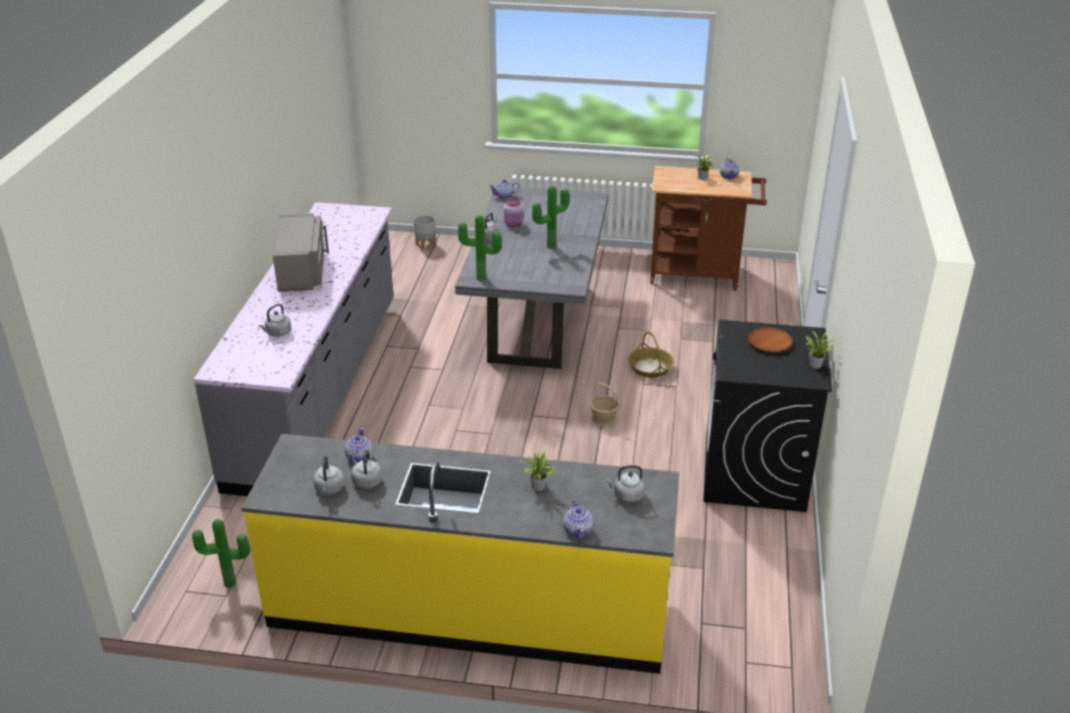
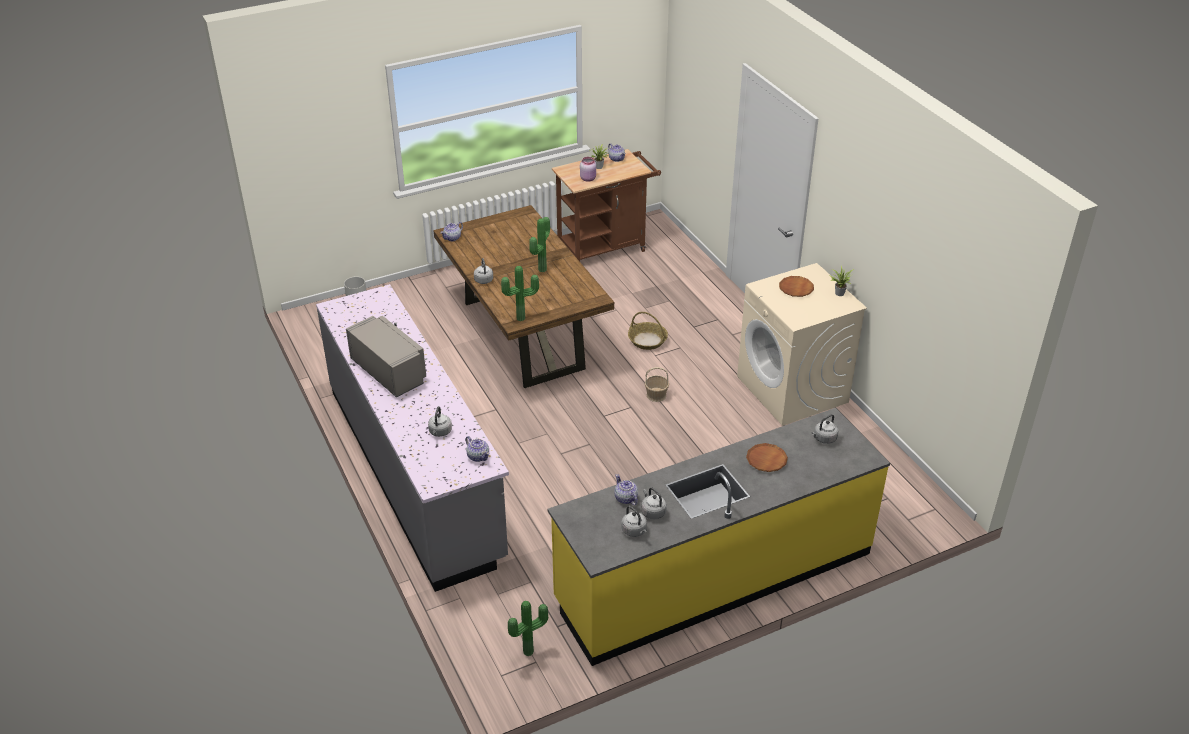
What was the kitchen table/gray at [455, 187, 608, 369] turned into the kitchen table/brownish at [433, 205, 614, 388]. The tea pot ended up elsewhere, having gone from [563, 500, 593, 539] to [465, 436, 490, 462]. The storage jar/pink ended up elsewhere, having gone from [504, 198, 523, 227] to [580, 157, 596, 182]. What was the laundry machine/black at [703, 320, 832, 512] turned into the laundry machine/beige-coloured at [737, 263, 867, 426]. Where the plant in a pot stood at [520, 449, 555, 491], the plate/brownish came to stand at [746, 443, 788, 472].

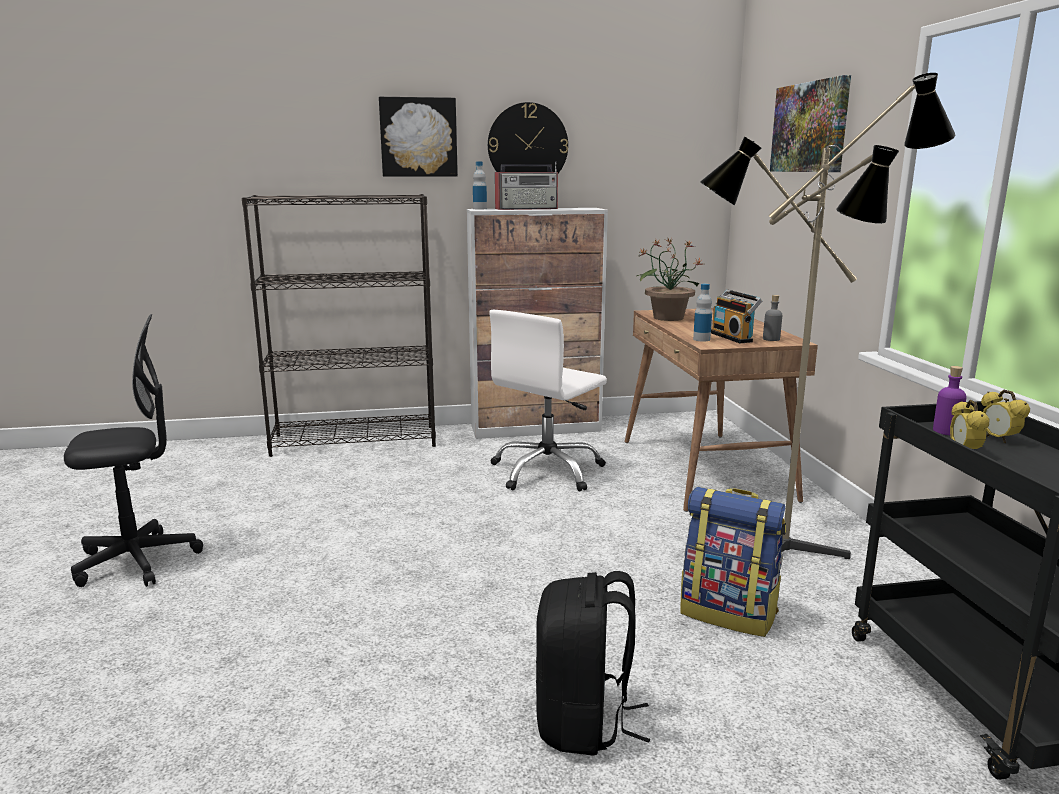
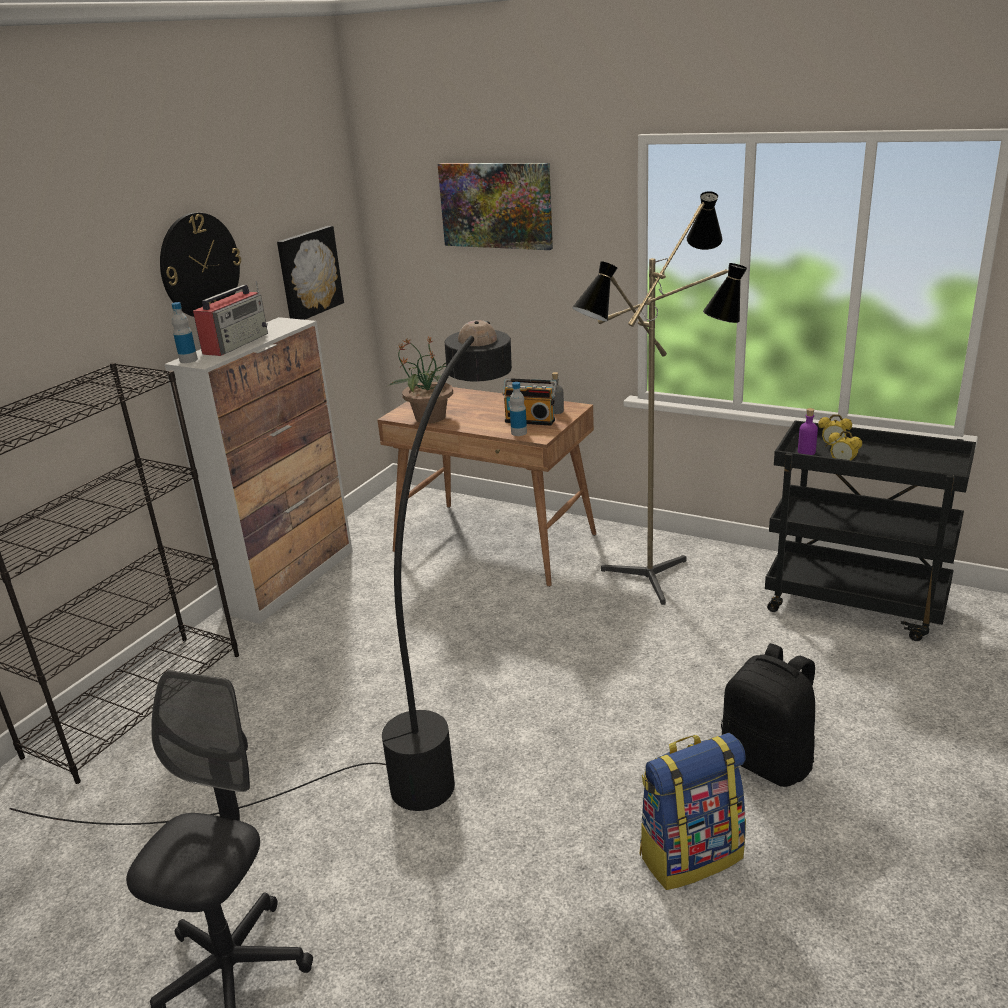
The second view gained the standard lamp/black at [10, 320, 512, 825]. The picture ended up elsewhere, having gone from [379, 97, 458, 177] to [277, 226, 344, 320]. The backpack ended up elsewhere, having gone from [680, 487, 786, 637] to [640, 733, 746, 890]. The second view lost the computer chair/whitish at [489, 310, 607, 492].

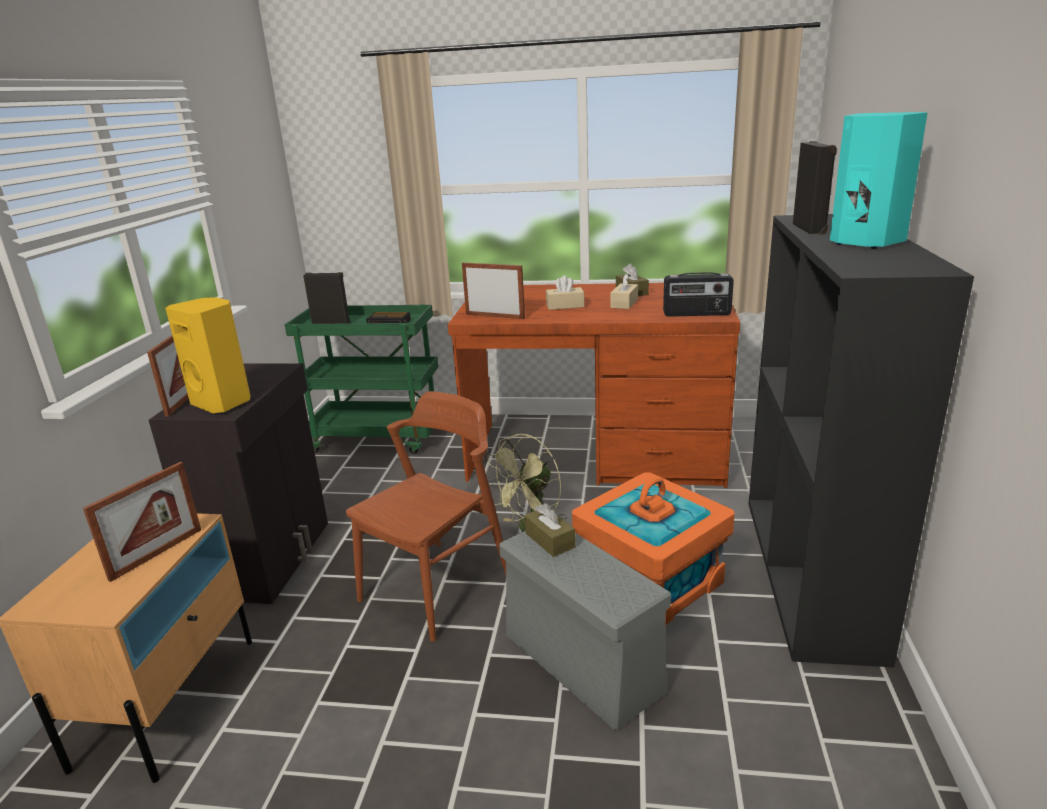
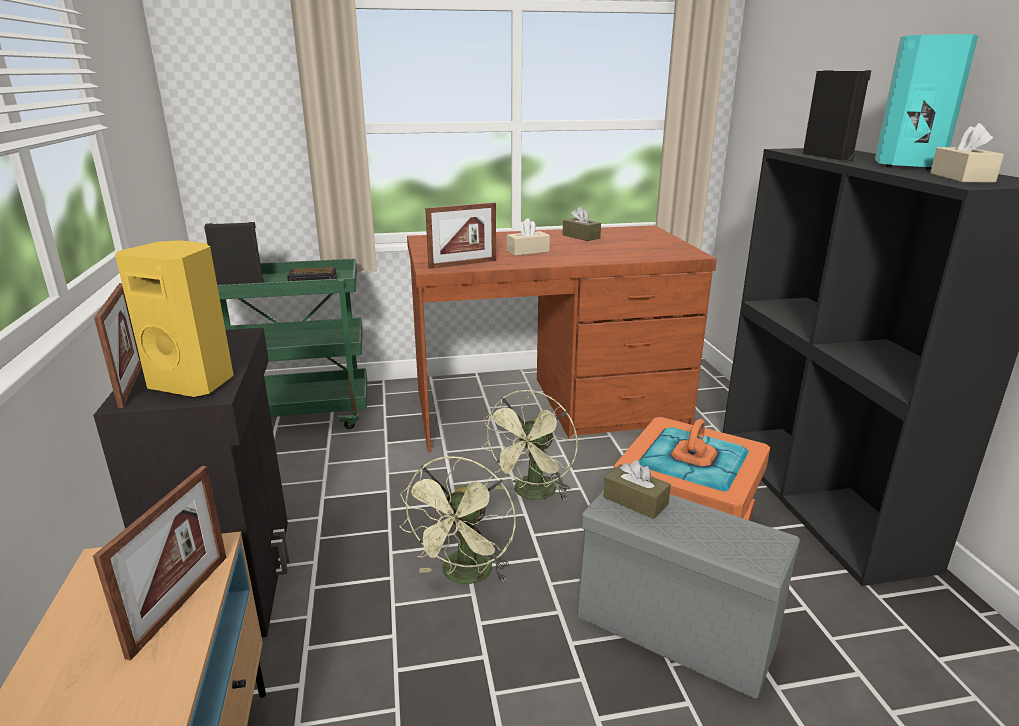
Where the plain chair/brownish stood at [346, 391, 506, 642], the fan/greenish came to stand at [399, 456, 516, 584]. The photo frame at [462, 263, 525, 319] ended up facing another way, 150 degrees clockwise from before. The tissue holder/beige-coloured ended up elsewhere, having gone from [610, 273, 638, 309] to [930, 123, 1004, 183]. The second view lost the radio set at [663, 272, 734, 317].

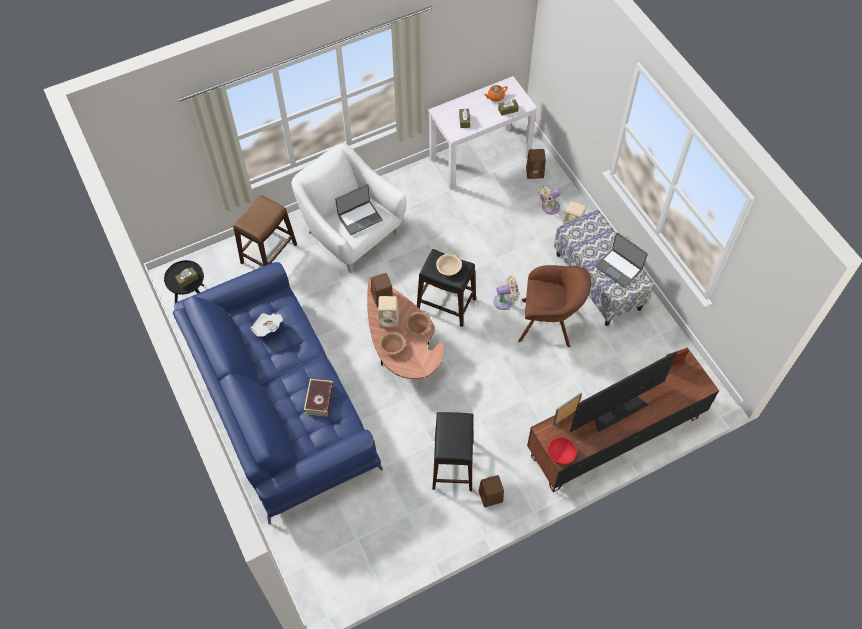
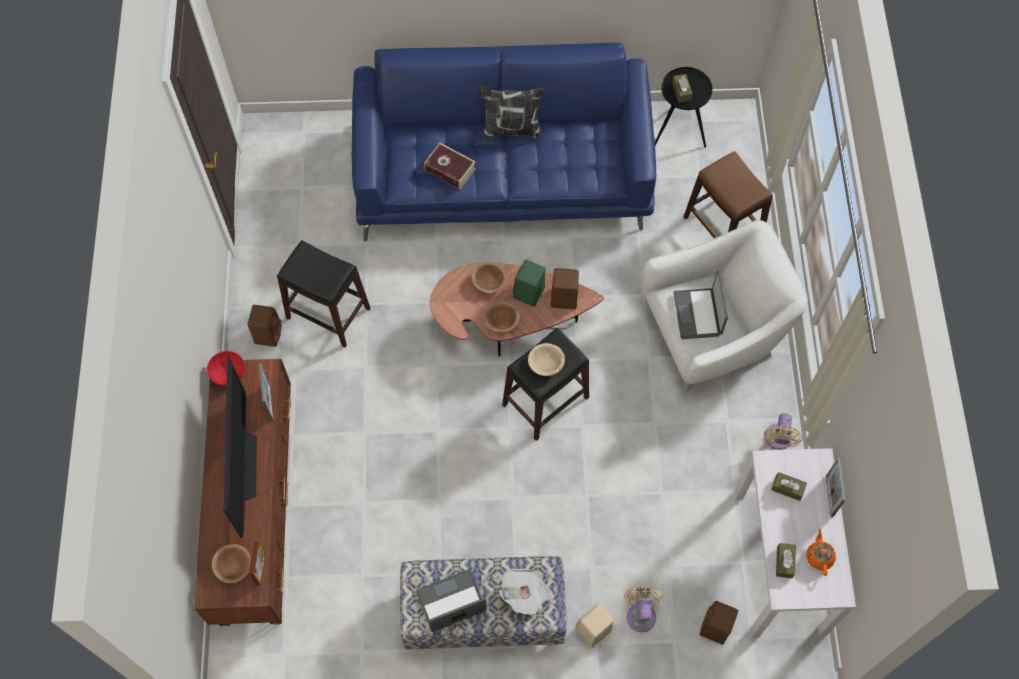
The second view gained the bowl/brownish at [212, 544, 251, 583]. The second view gained the throw pillow at [478, 85, 543, 138]. The daily paper ended up elsewhere, having gone from [251, 313, 283, 337] to [499, 569, 553, 615]. What was the speaker/beige-coloured at [378, 296, 399, 327] turned into the speaker/greenish at [513, 260, 546, 307]. The fan/beige-coloured ended up elsewhere, having gone from [494, 275, 519, 310] to [764, 413, 802, 450]. The second view gained the photo frame at [826, 458, 845, 517]. The second view lost the easy chair/brownish at [518, 265, 591, 347].

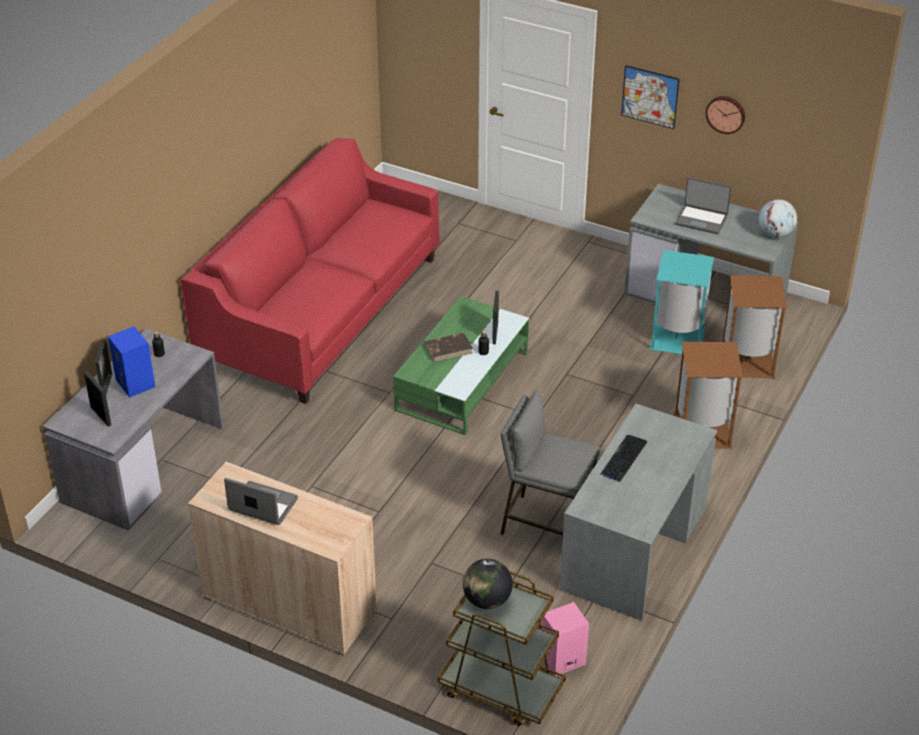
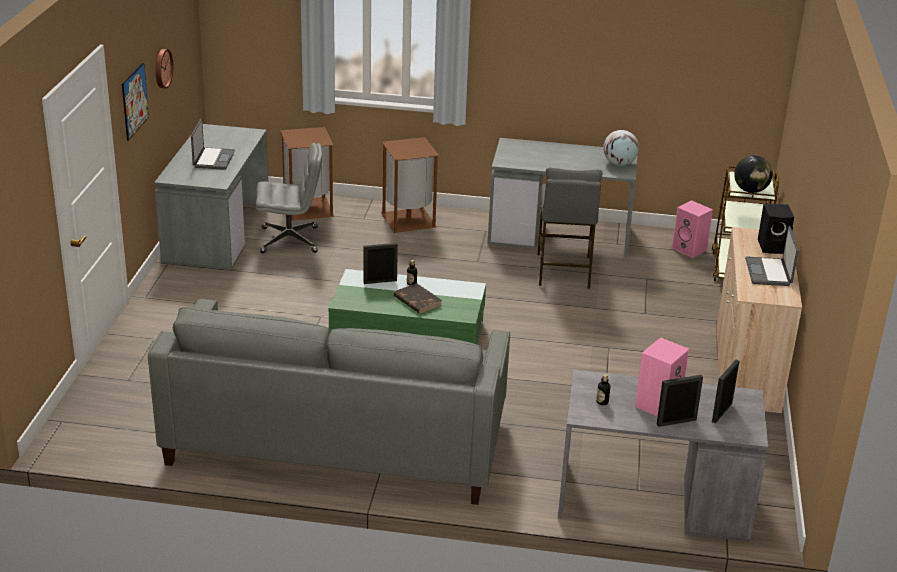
What was the couch/reddish at [180, 138, 440, 404] turned into the couch/gray at [148, 299, 510, 505]. Where the waste bin/turquoise stood at [649, 250, 714, 354], the computer chair/gray came to stand at [256, 143, 322, 253]. The desk globe ended up elsewhere, having gone from [759, 199, 797, 238] to [603, 130, 639, 166]. What was the speaker/blue-coloured at [108, 326, 155, 398] turned into the speaker/pink at [635, 337, 689, 417]. The second view gained the speaker/black at [758, 204, 794, 254]. The second view lost the PC keyboard at [601, 435, 647, 481].

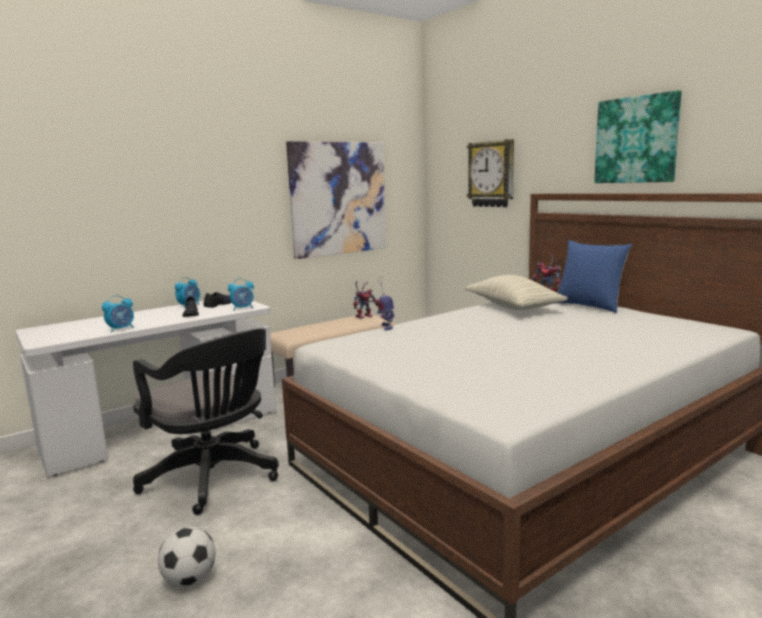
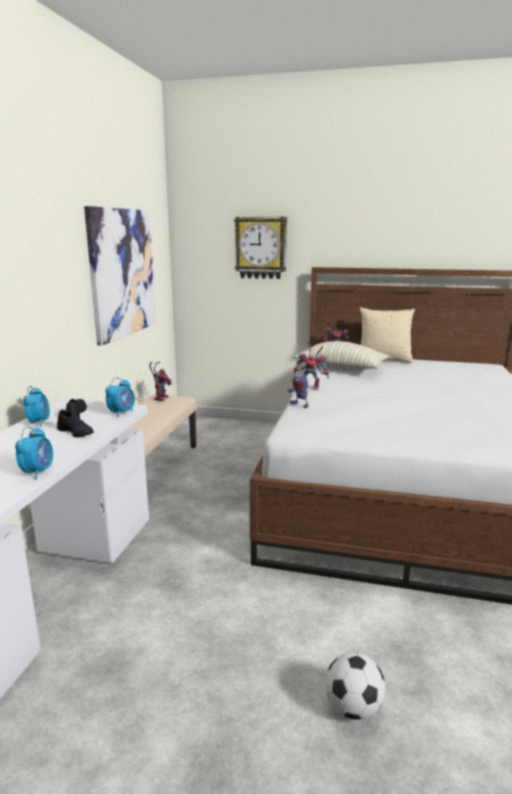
The second view gained the toy robot at [294, 342, 329, 390]. What was the throw pillow/blue-coloured at [555, 240, 632, 313] turned into the throw pillow/beige-coloured at [360, 307, 415, 363]. The second view lost the computer chair/black at [133, 329, 279, 515]. The second view lost the picture at [594, 90, 682, 183].

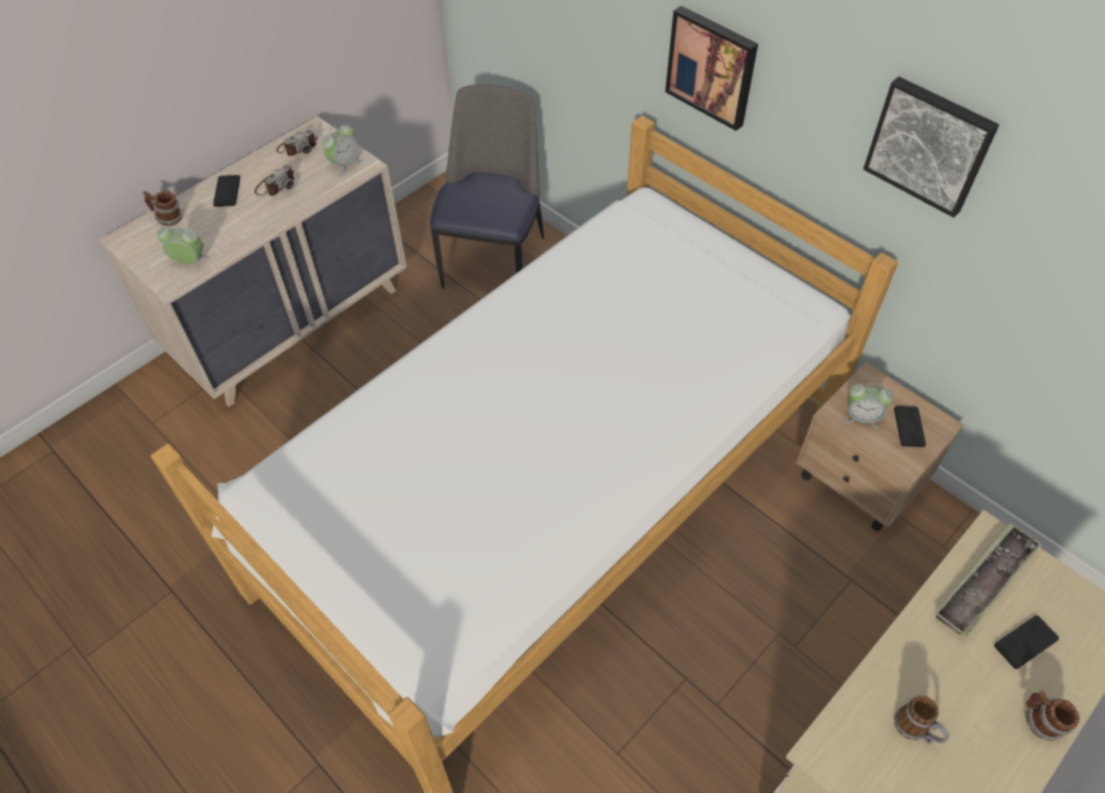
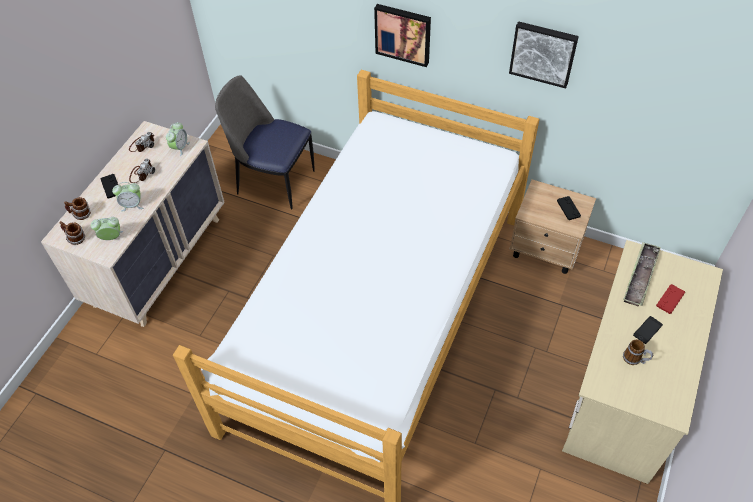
The tea mug ended up elsewhere, having gone from [1026, 690, 1079, 741] to [59, 221, 85, 245]. The table clock ended up elsewhere, having gone from [844, 383, 894, 429] to [112, 182, 143, 212]. The plain chair at [430, 84, 544, 288] ended up facing another way, 60 degrees counterclockwise from before. The second view gained the phone at [633, 316, 663, 344]. What was the joypad/black at [994, 615, 1059, 669] turned into the joypad/reddish at [656, 284, 685, 314].

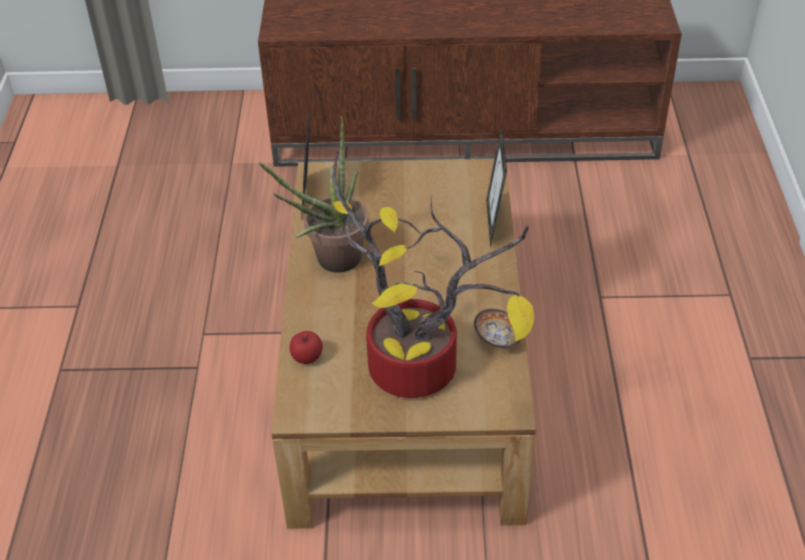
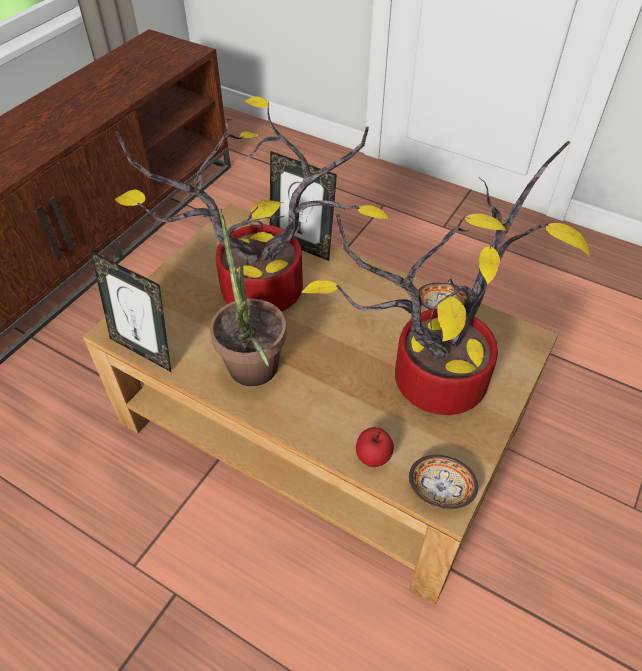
The second view gained the plant in a pot at [115, 96, 389, 312]. The second view gained the bowl at [409, 455, 478, 509].

